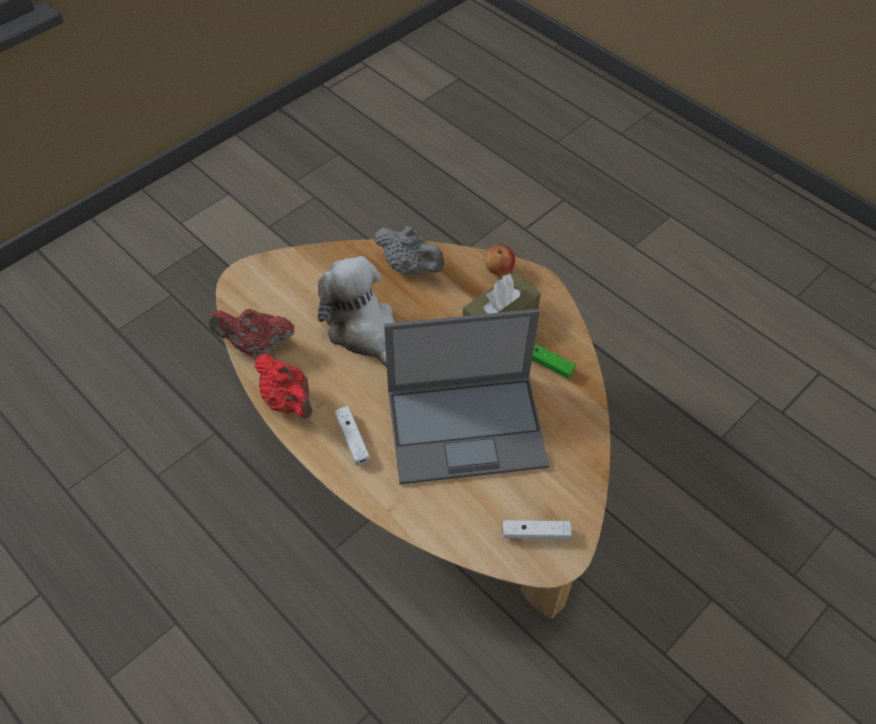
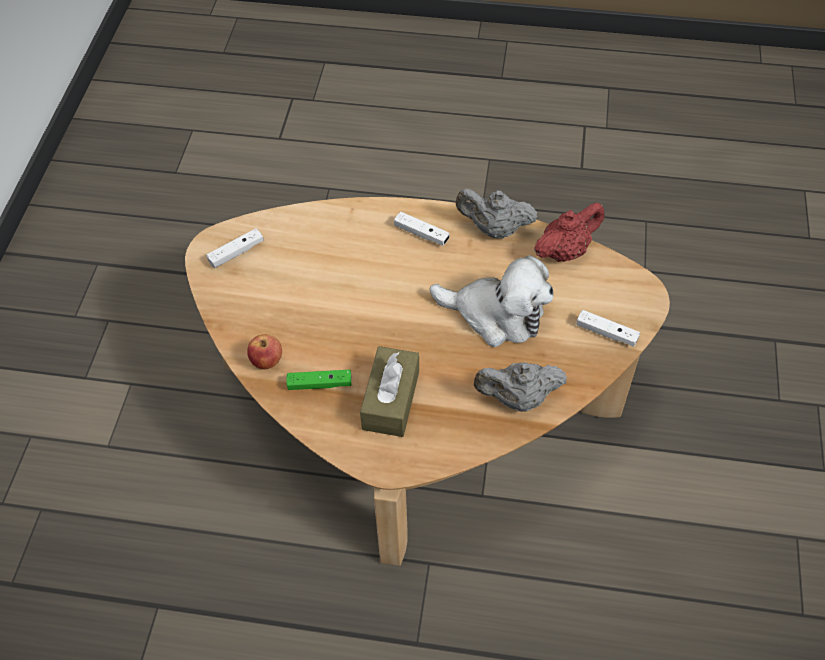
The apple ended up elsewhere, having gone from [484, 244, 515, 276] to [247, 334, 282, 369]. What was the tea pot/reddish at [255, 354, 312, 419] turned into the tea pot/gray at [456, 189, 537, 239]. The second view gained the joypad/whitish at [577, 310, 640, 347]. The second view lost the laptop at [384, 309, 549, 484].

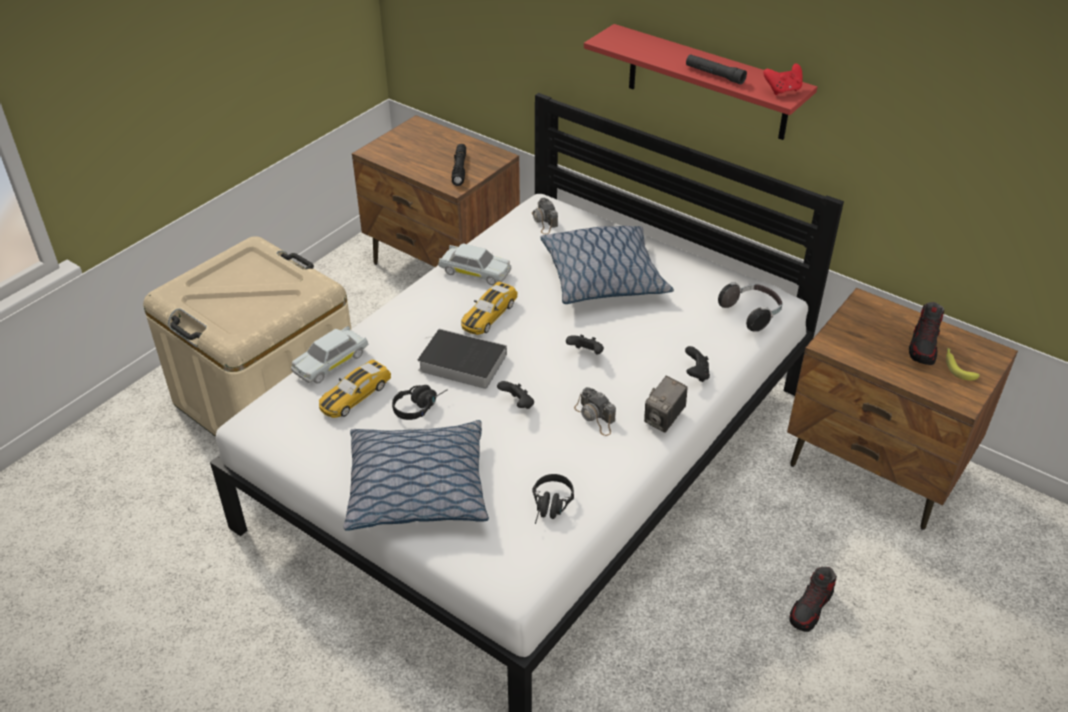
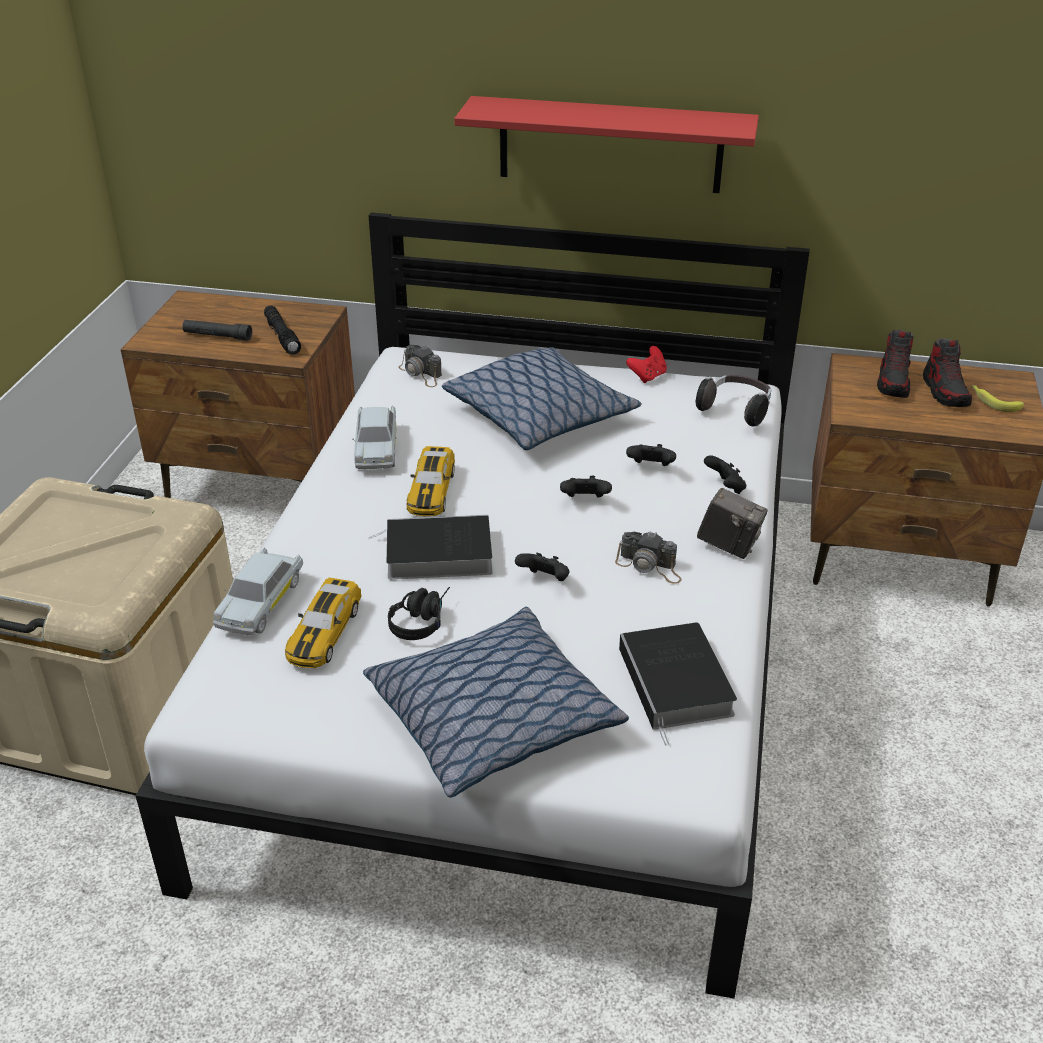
The hand torch/black ended up elsewhere, having gone from [686, 54, 747, 85] to [182, 320, 252, 341]. The miniature car/whitish at [438, 243, 511, 285] ended up facing another way, 90 degrees clockwise from before. Where the headphones/black stood at [533, 474, 574, 524], the book came to stand at [619, 622, 737, 745]. The joypad/reddish ended up elsewhere, having gone from [763, 63, 803, 95] to [626, 346, 667, 383]. The second view gained the joypad/black at [626, 444, 676, 466]. The photo camera at [644, 375, 687, 433] ended up facing another way, 75 degrees counterclockwise from before. The shoe ended up elsewhere, having gone from [789, 567, 837, 632] to [877, 330, 913, 398].

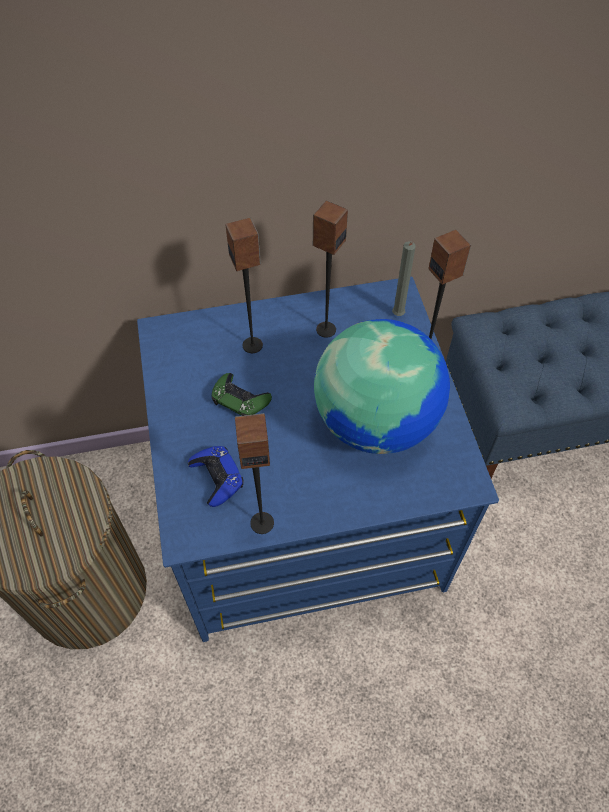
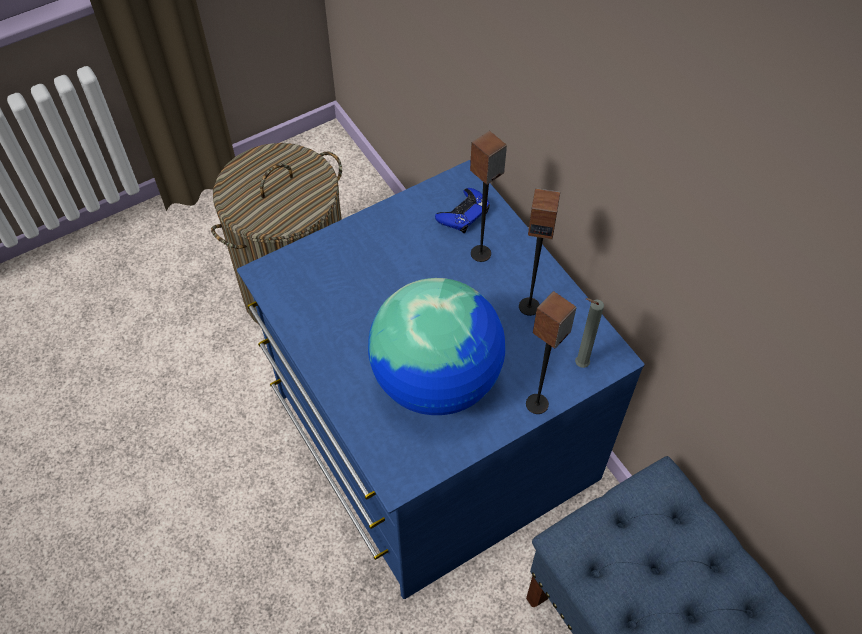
The joypad/blue-coloured ended up elsewhere, having gone from [188, 446, 243, 507] to [435, 188, 490, 233]. The second view lost the joypad/greenish at [211, 373, 272, 416]. The second view lost the speaker at [235, 413, 274, 534].

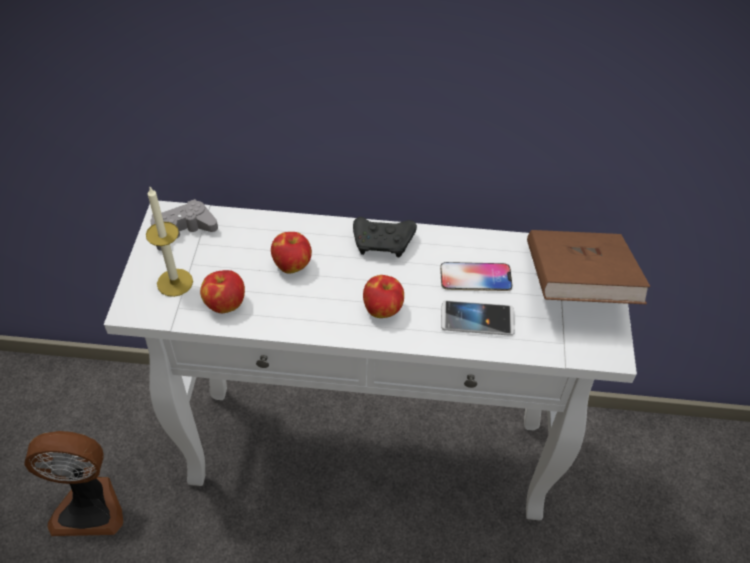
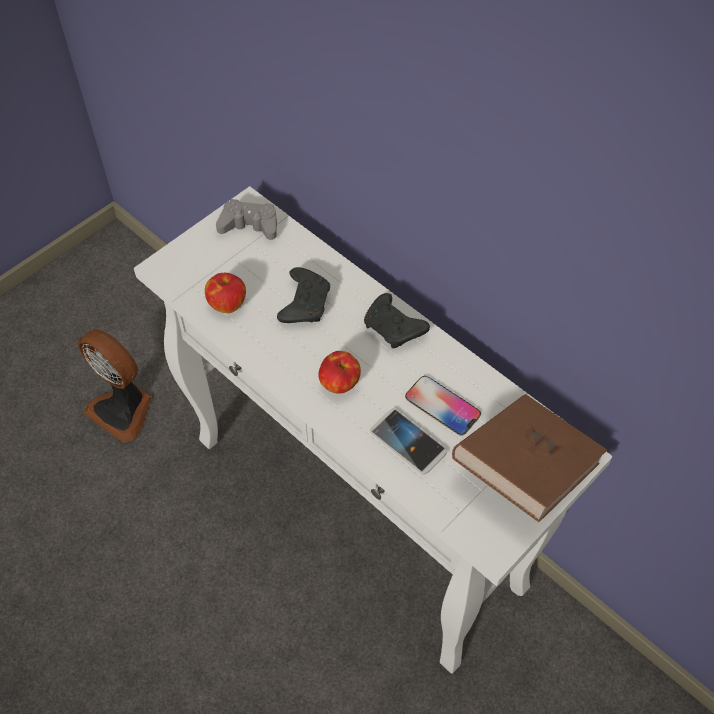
Where the apple stood at [271, 232, 312, 273], the joypad/black came to stand at [277, 267, 330, 323]. The second view lost the candle at [146, 187, 193, 297].

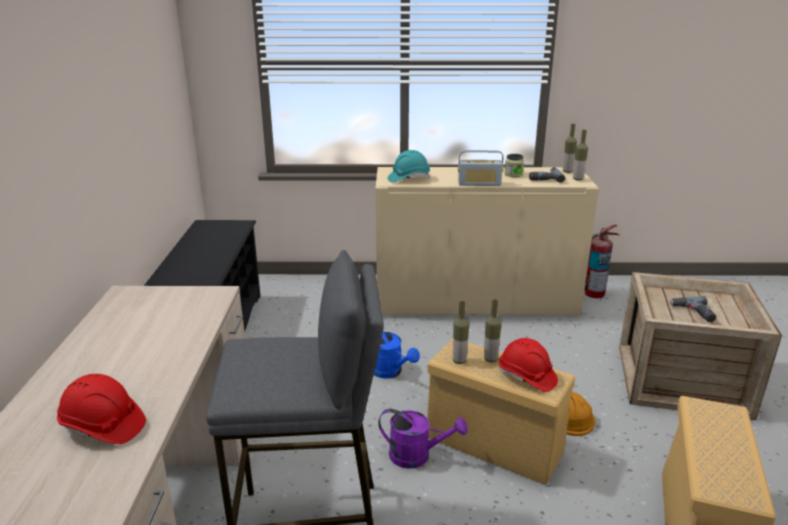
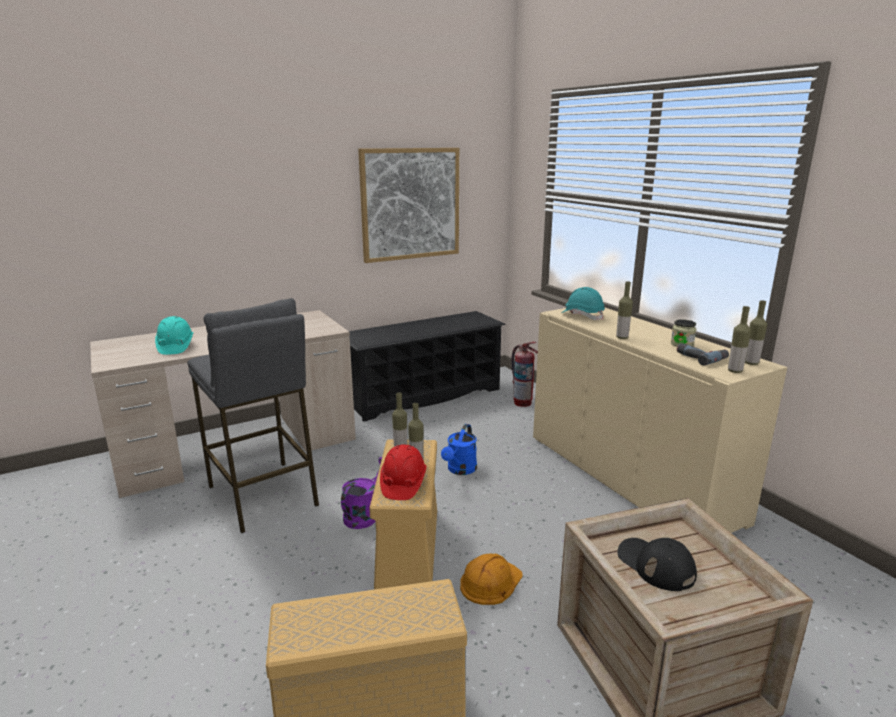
What was the hard hat/reddish at [57, 374, 146, 444] turned into the hard hat/turquoise at [155, 316, 194, 355]. The sprinkling can/purplish at [379, 409, 468, 469] ended up facing another way, 135 degrees counterclockwise from before. The second view gained the picture at [358, 148, 459, 263]. The fire extinguisher ended up elsewhere, having gone from [584, 225, 620, 298] to [511, 342, 538, 407]. Where the radio set stood at [458, 150, 503, 186], the drink bottle came to stand at [616, 281, 633, 339]. Where the power drill stood at [670, 296, 716, 322], the baseball cap/black came to stand at [617, 538, 697, 591].

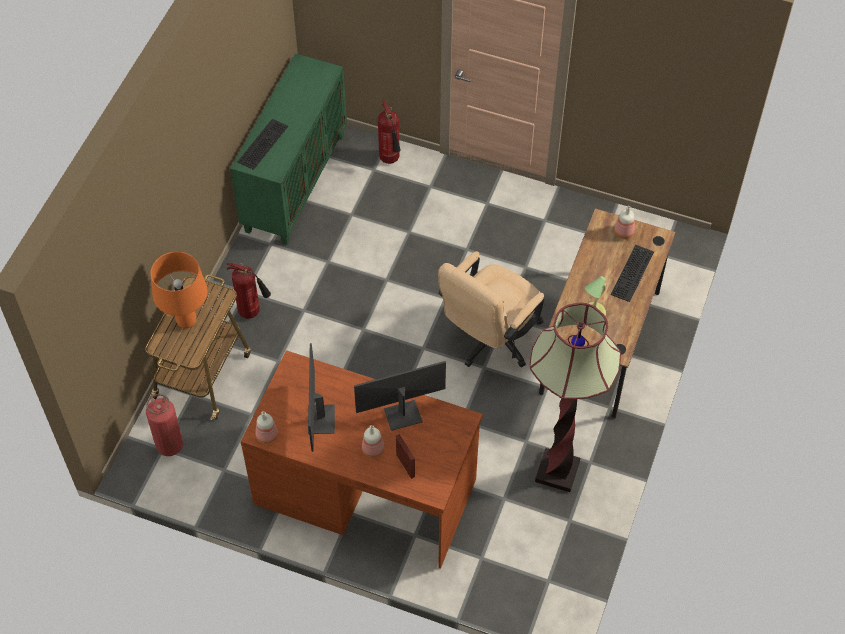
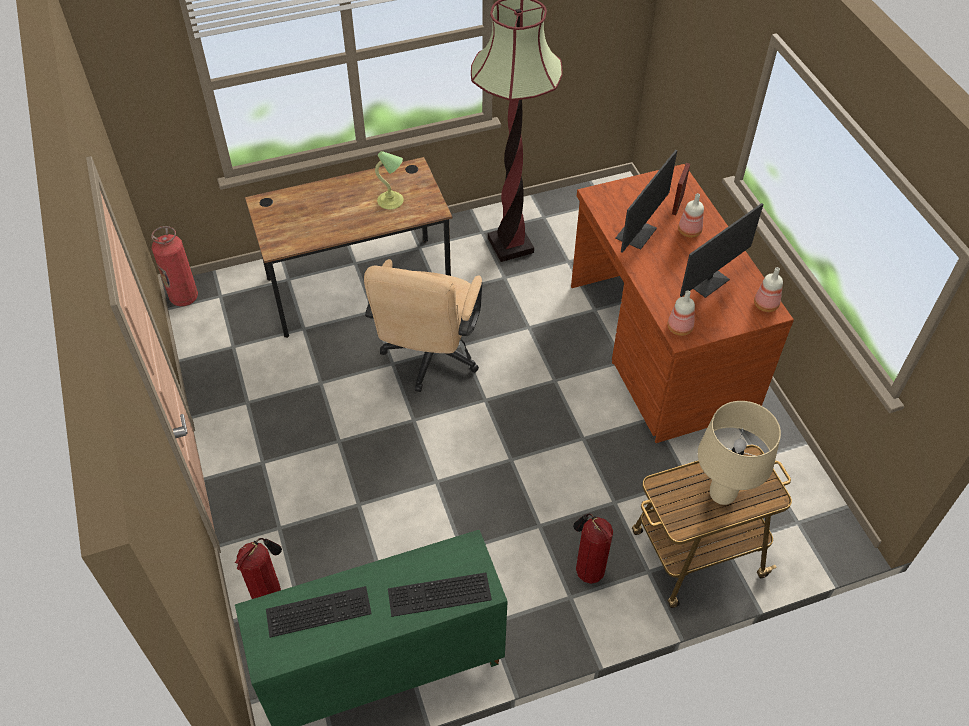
The fire extinguisher ended up elsewhere, having gone from [146, 394, 183, 456] to [151, 226, 198, 306]. The PC keyboard ended up elsewhere, having gone from [611, 245, 654, 302] to [266, 586, 372, 638]. The computer chair/beige-coloured at [438, 251, 544, 368] ended up facing another way, 105 degrees clockwise from before. The computer screen at [354, 361, 446, 431] ended up facing another way, 90 degrees counterclockwise from before. The drink bottle ended up elsewhere, having gone from [614, 206, 635, 239] to [668, 290, 695, 336]. What was the lamp for a table/orange-coloured at [151, 252, 208, 328] turned into the lamp for a table/beige-coloured at [698, 401, 781, 505].

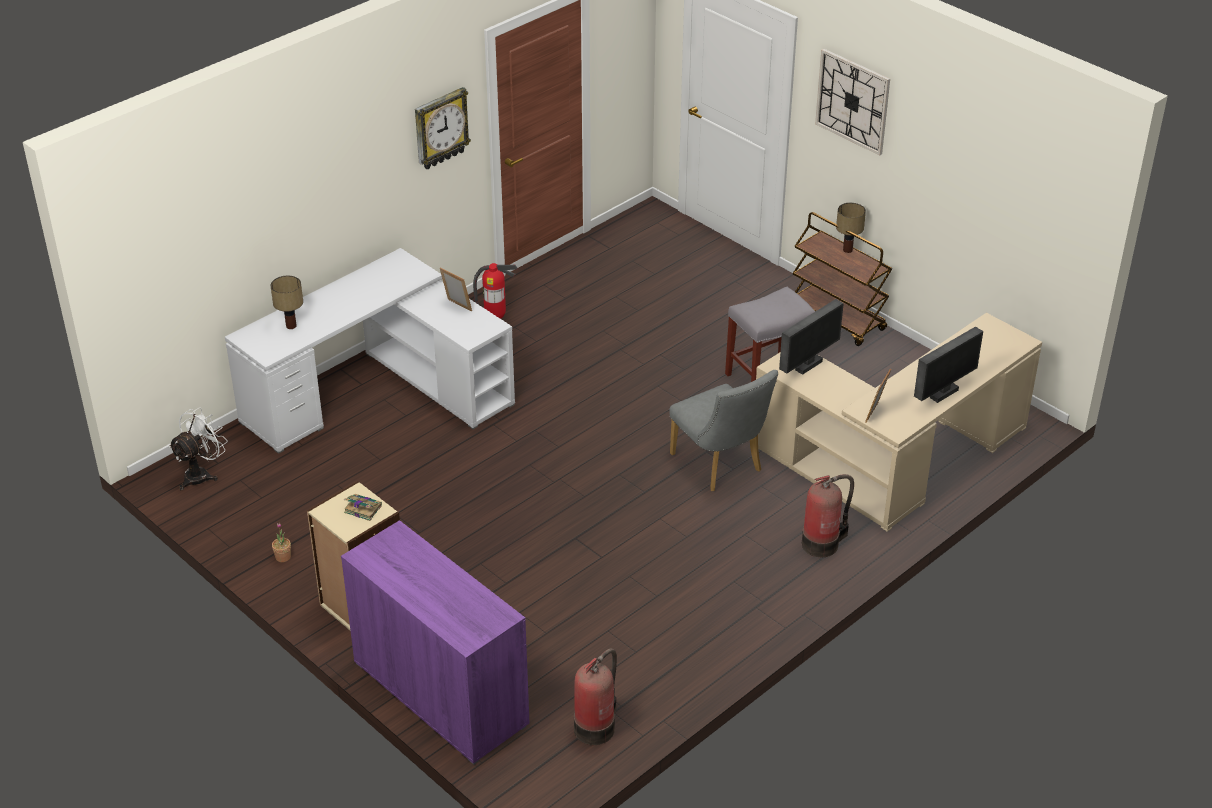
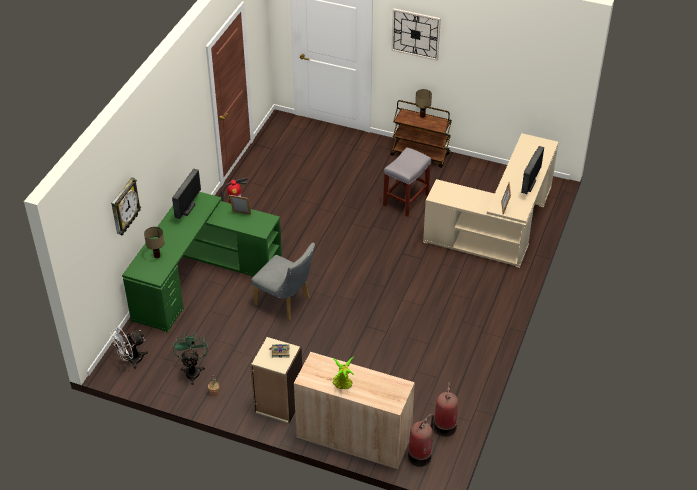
The fan/whitish at [169, 407, 228, 491] ended up facing another way, 135 degrees counterclockwise from before. The wall clock ended up elsewhere, having gone from [415, 87, 471, 170] to [111, 177, 141, 236]. What was the desk unit/whitish at [225, 248, 515, 454] turned into the desk unit/greenish at [122, 192, 282, 333]. The computer screen ended up elsewhere, having gone from [779, 299, 844, 375] to [172, 168, 201, 219]. The second view gained the fan/greenish at [173, 333, 208, 385]. The plain chair/gray ended up elsewhere, having gone from [669, 370, 778, 491] to [252, 243, 315, 320]. What was the cabinet/purplish at [341, 520, 529, 765] turned into the cabinet/beige-coloured at [294, 352, 415, 470]. The second view gained the plant in a pot at [332, 357, 354, 389]. The fire extinguisher ended up elsewhere, having gone from [802, 474, 854, 557] to [408, 414, 434, 467].

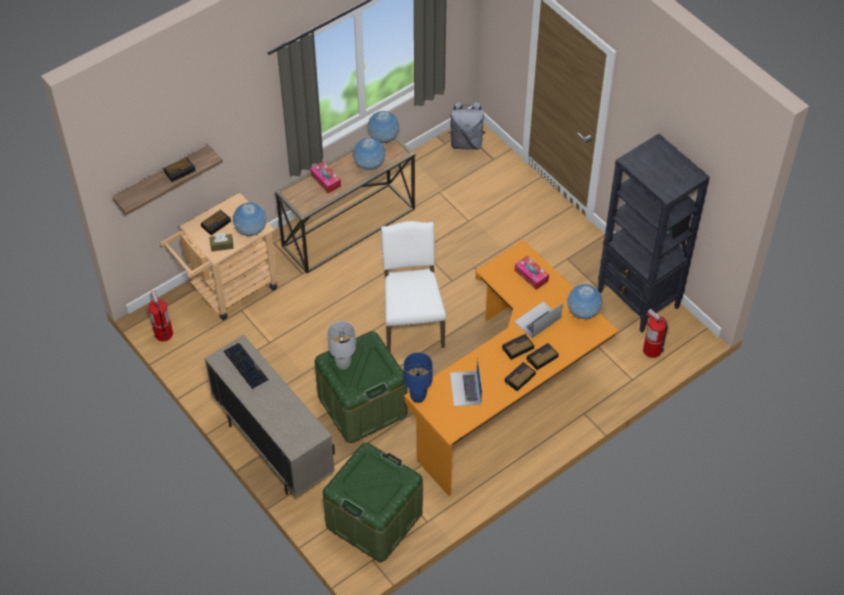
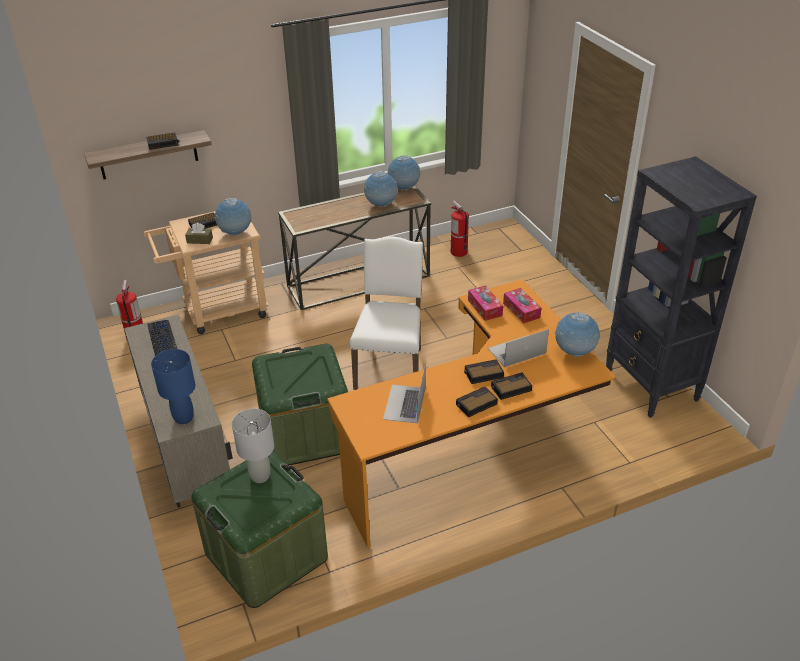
The lamp for a table/blue-coloured ended up elsewhere, having gone from [404, 352, 433, 403] to [151, 349, 196, 424]. The lamp for a table/gray ended up elsewhere, having gone from [327, 321, 356, 370] to [232, 408, 274, 483]. The fire extinguisher ended up elsewhere, having gone from [643, 309, 668, 358] to [451, 200, 469, 257]. The tissue holder ended up elsewhere, having gone from [310, 162, 341, 193] to [468, 286, 503, 321]. The second view lost the backpack/gray at [448, 101, 486, 150].

